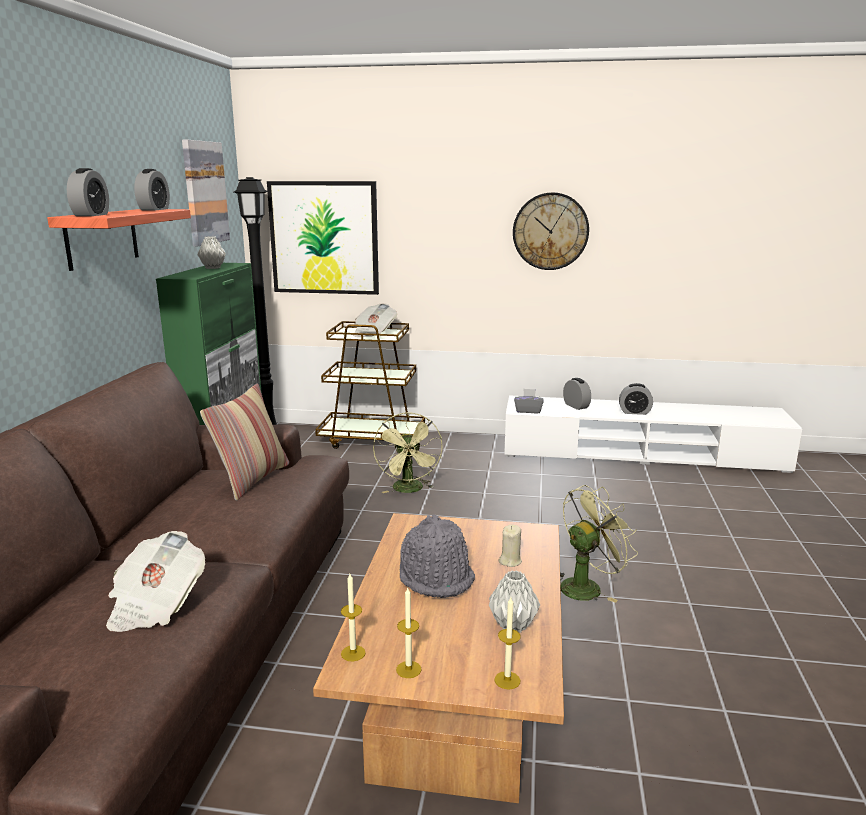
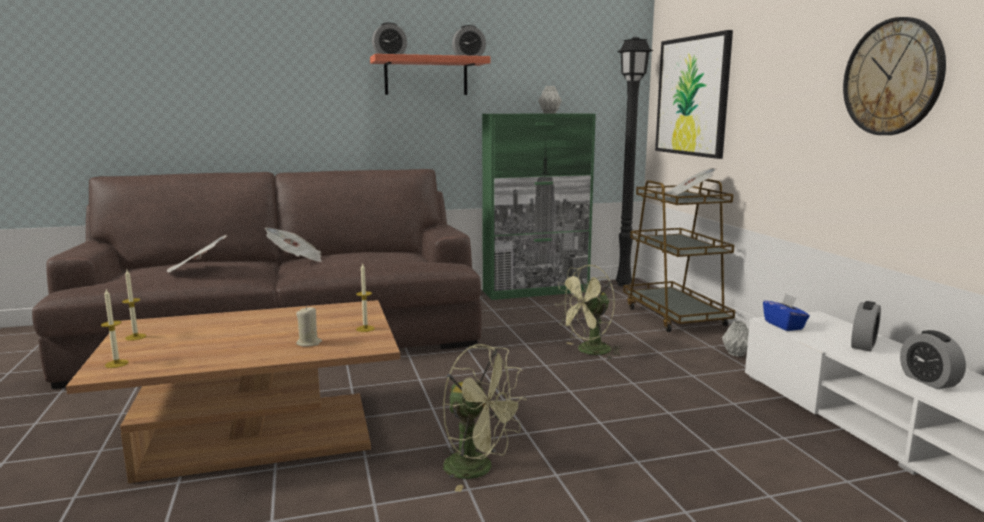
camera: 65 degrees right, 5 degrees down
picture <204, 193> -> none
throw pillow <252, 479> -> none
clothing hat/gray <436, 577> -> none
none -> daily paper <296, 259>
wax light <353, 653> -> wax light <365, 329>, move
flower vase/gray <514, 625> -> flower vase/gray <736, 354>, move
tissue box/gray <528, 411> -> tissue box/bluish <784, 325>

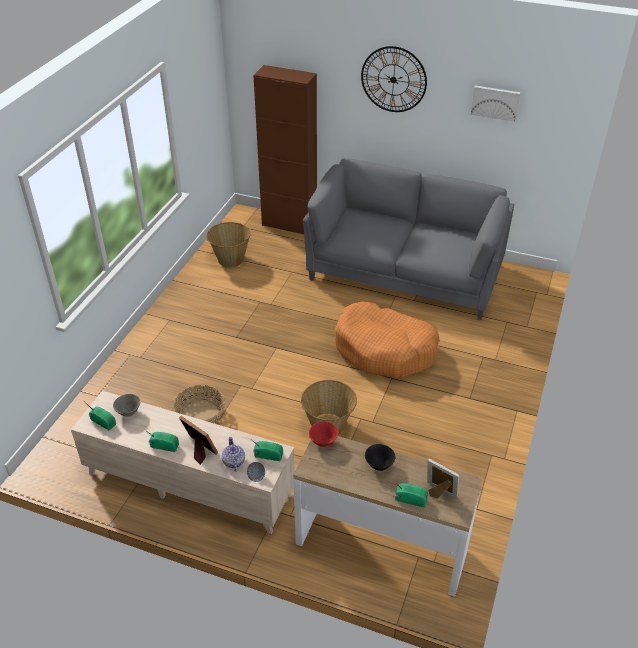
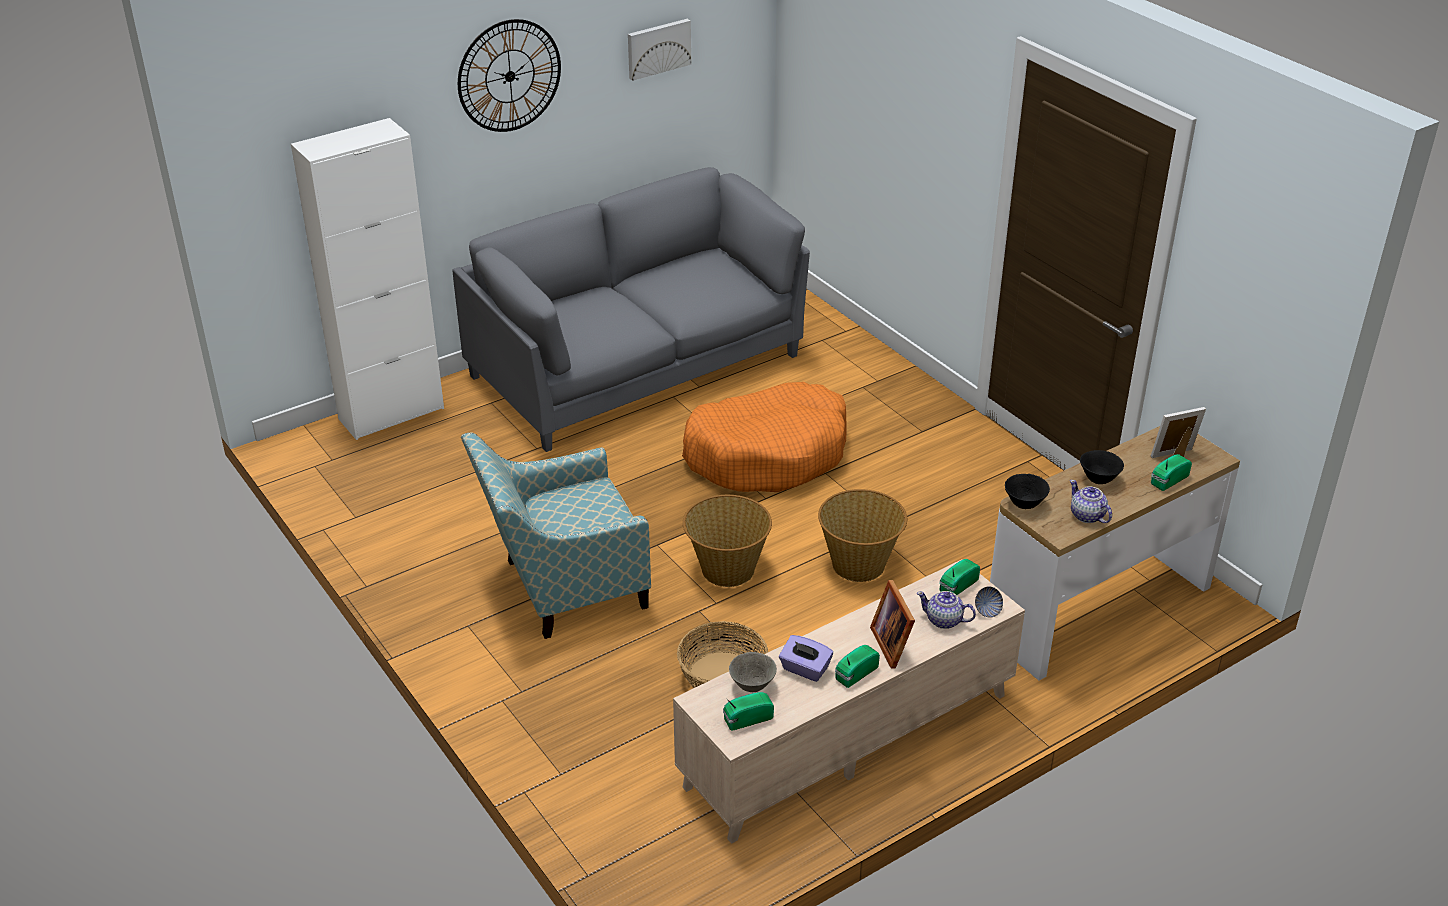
camera: 55 degrees left, 5 degrees down
none -> armchair <562, 588>
none -> tissue box/purplish <805, 669>
none -> tea pot <1087, 516>
storage basket <230, 259> -> storage basket <727, 570>, move
storage cabinet/brown <289, 224> -> storage cabinet/white <391, 414>
deep dish/red-coloured <323, 442> -> deep dish/black-coloured <1024, 504>
standing frame <199, 450> -> standing frame <894, 643>, 90 degrees counterclockwise

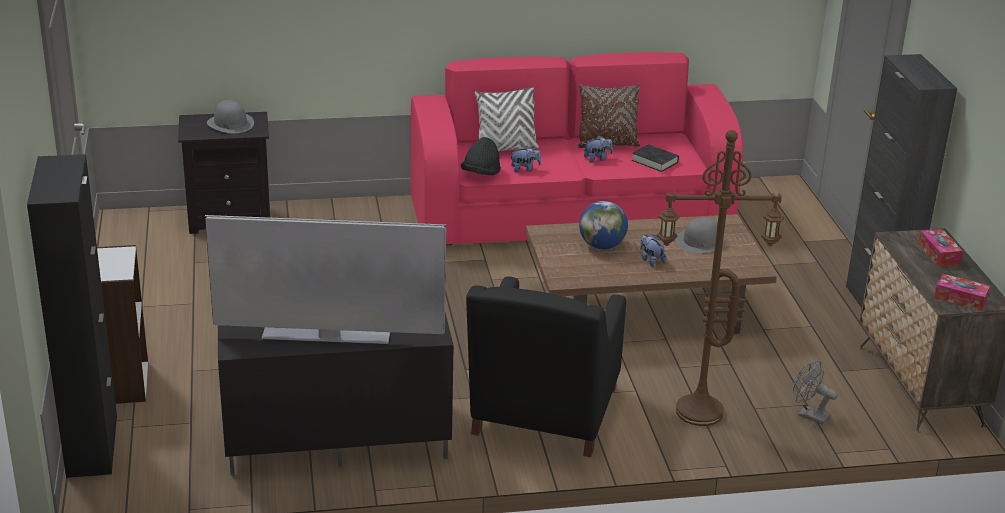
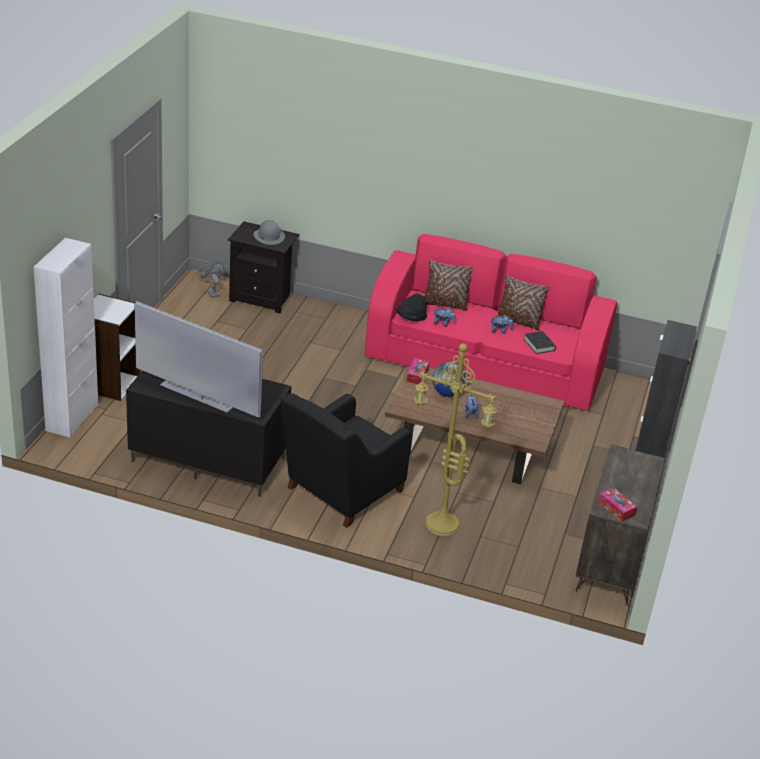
camera: 25 degrees right, 5 degrees up
clothing hat/gray <700, 242> -> none
cooling fan/gray <808, 415> -> cooling fan/gray <211, 292>, move
tissue box <938, 254> -> tissue box <417, 375>, move
storage cabinet/black-coloured <92, 446> -> storage cabinet/white <72, 417>
throw pillow/white <506, 149> -> throw pillow/brown <445, 305>
floor lamp/brown <698, 413> -> floor lamp/yellow-coloured <440, 526>

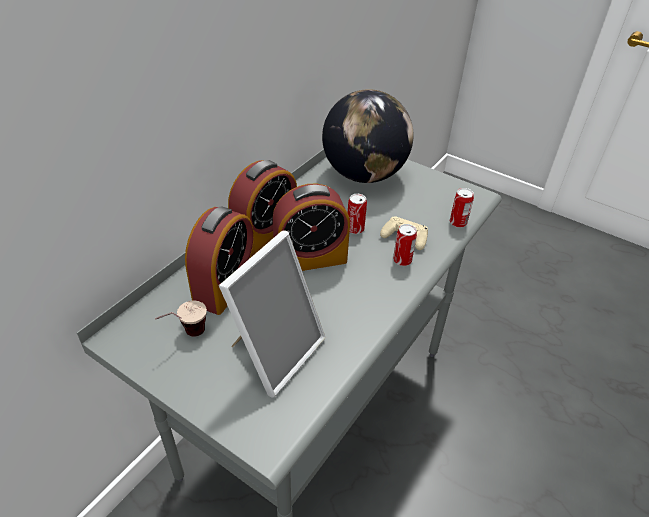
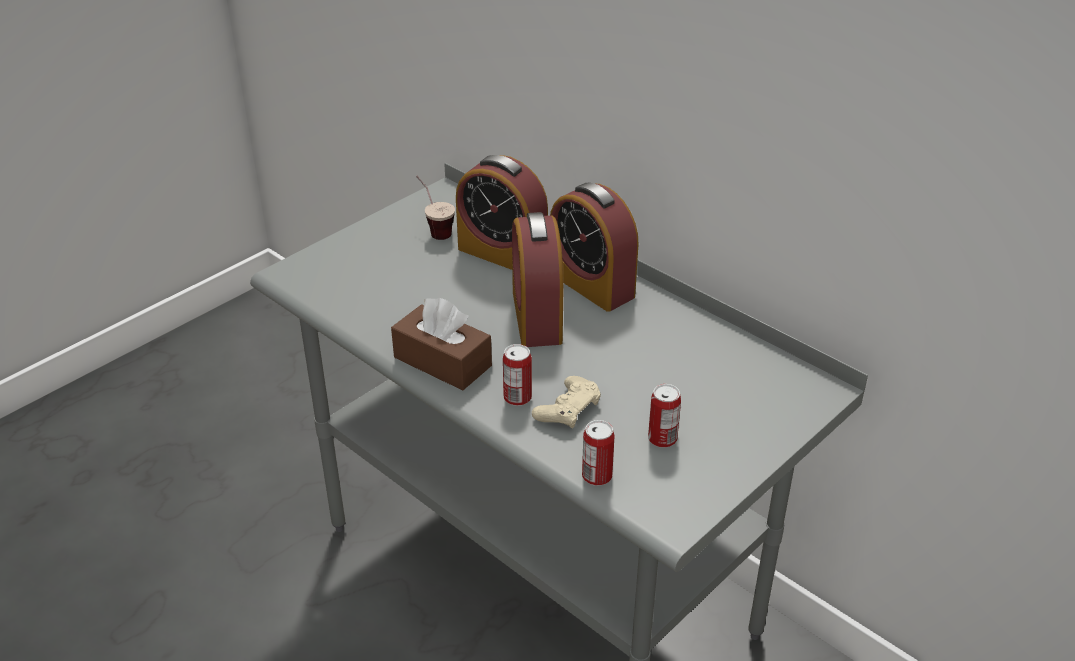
camera: 100 degrees right, 5 degrees down
standing frame <275, 352> -> none
world globe <364, 175> -> none
none -> tissue box/brown <442, 361>
can <355, 229> -> can <662, 439>, move

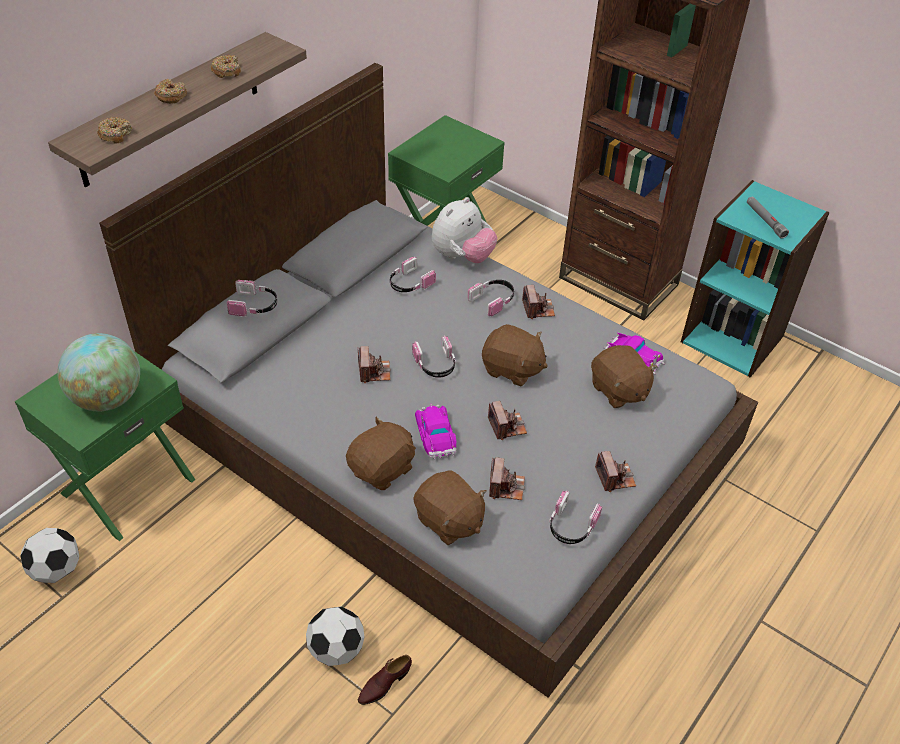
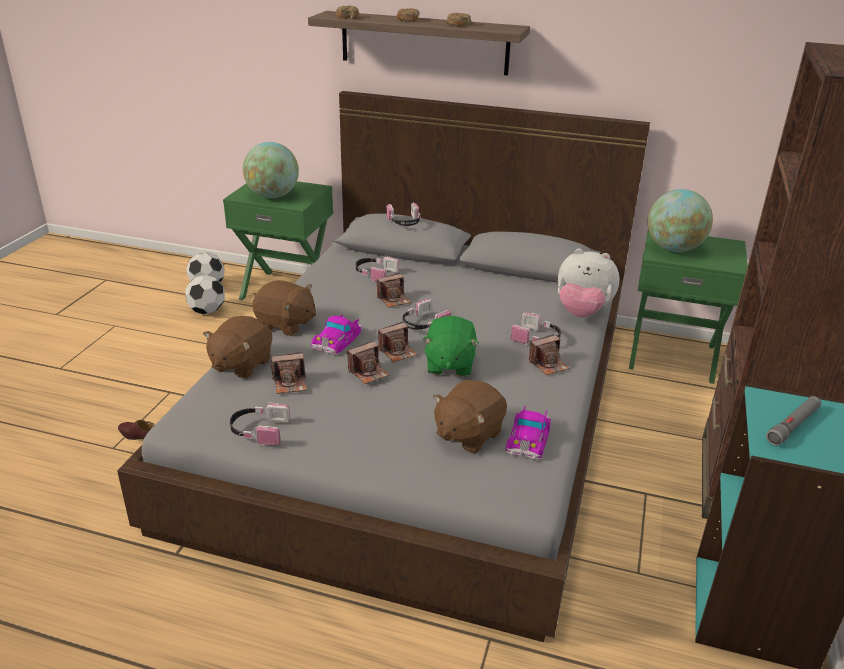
camera: 70 degrees right, 15 degrees down
none -> world globe <673, 249>
football ball <336, 650> -> football ball <207, 311>, move
headset <409, 284> -> headset <374, 274>, move
still camera <615, 477> -> still camera <397, 352>, move
cuddly toy/brown <512, 369> -> cuddly toy/greenish <449, 364>
miniature car <436, 434> -> miniature car <337, 339>, 150 degrees clockwise

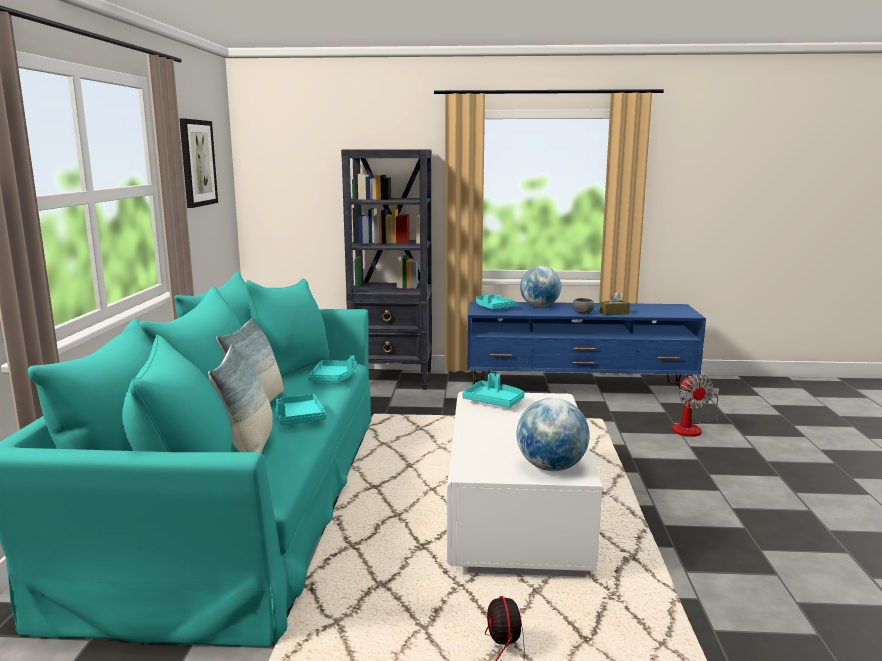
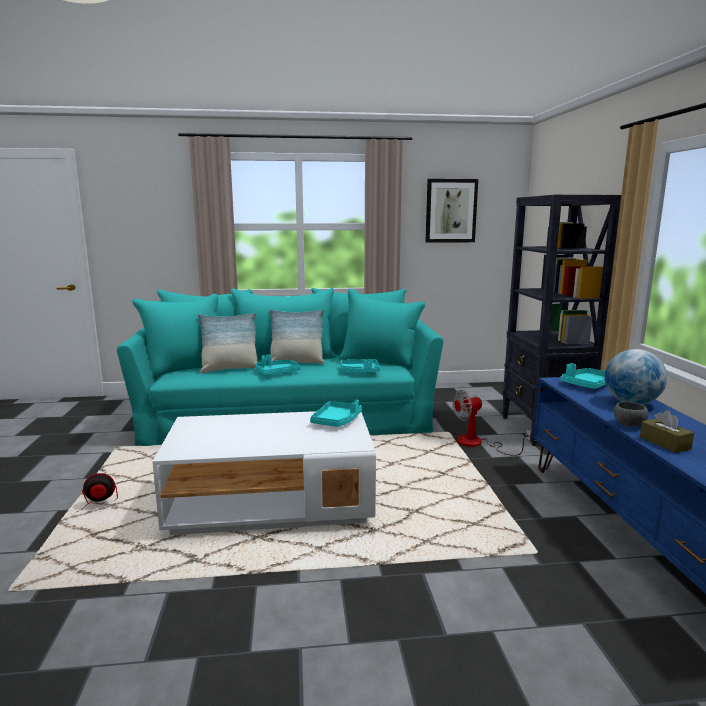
camera: 80 degrees right, 0 degrees up
world globe <551, 467> -> none
cooling fan <692, 428> -> cooling fan <478, 444>, move

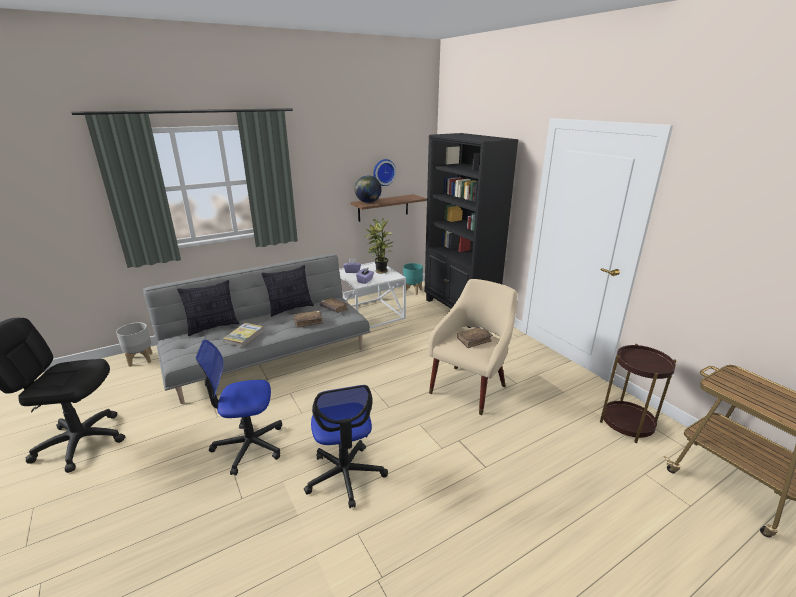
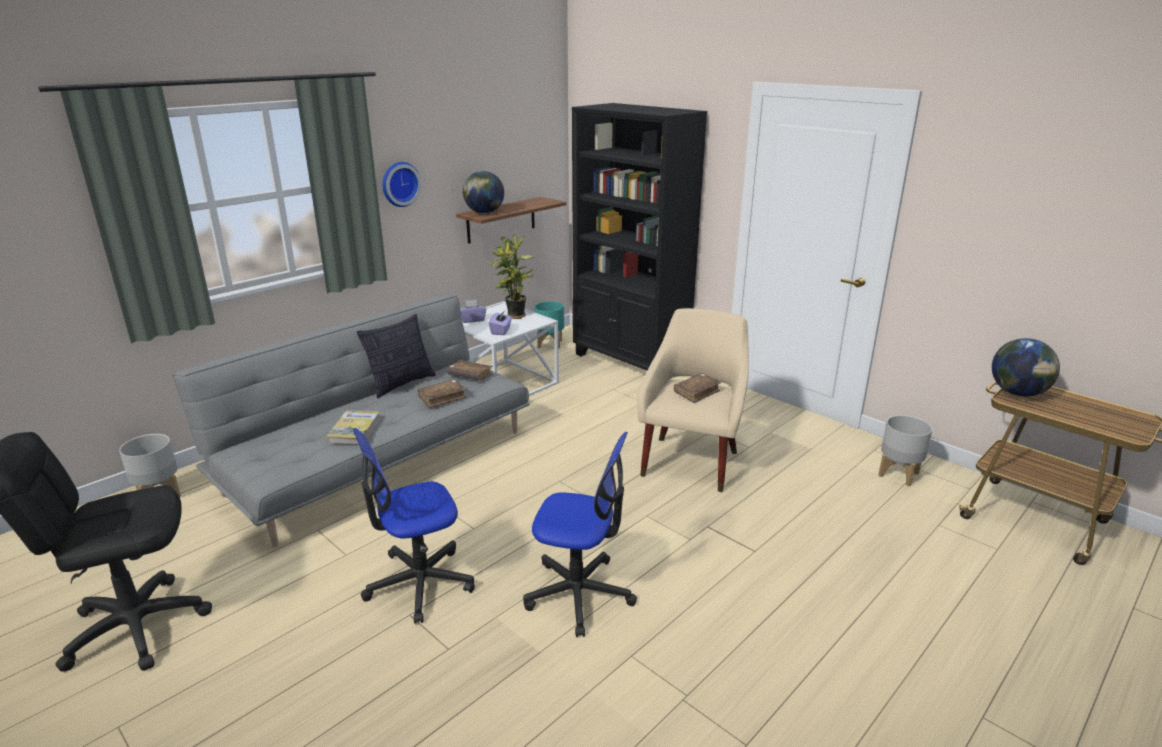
camera: 15 degrees left, 0 degrees up
throw pillow <213, 327> -> none
none -> world globe <1018, 393>
hanging clock <383, 172> -> hanging clock <399, 184>, move
side table/brown <627, 424> -> flower pot/gray <899, 474>
computer chair <345, 475> -> computer chair <579, 594>, 45 degrees counterclockwise

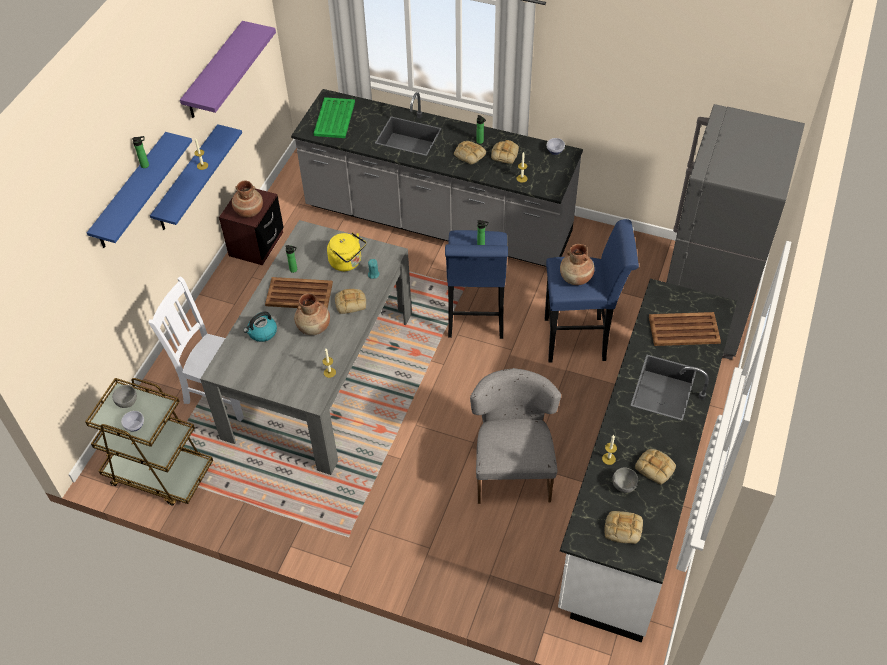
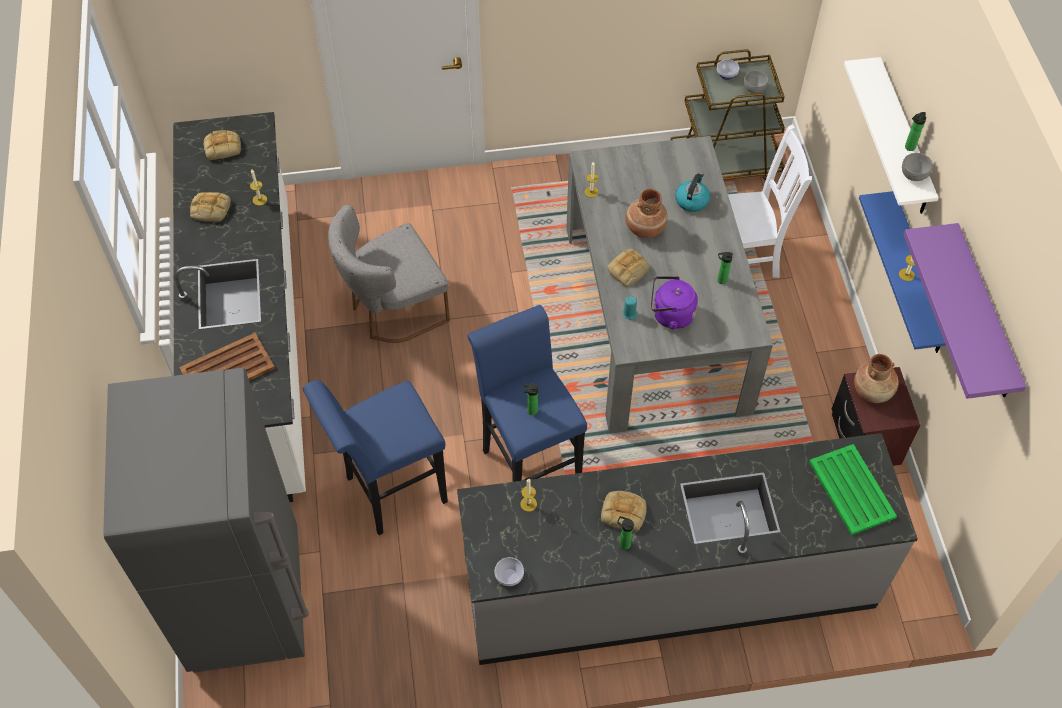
camera: 150 degrees right, 5 degrees up
carrying tray/brown <298, 294> -> none
baked bread <504, 154> -> none
flower vase/brown <576, 278> -> none
deep dish/gray <623, 485> -> deep dish/gray <914, 176>, move
shelf/bluish <131, 192> -> shelf/white <903, 139>
water kettle/yellow-coloured <347, 262> -> water kettle/purplish <670, 315>
upright chair/gray <512, 469> -> upright chair/gray <393, 310>, 90 degrees clockwise

